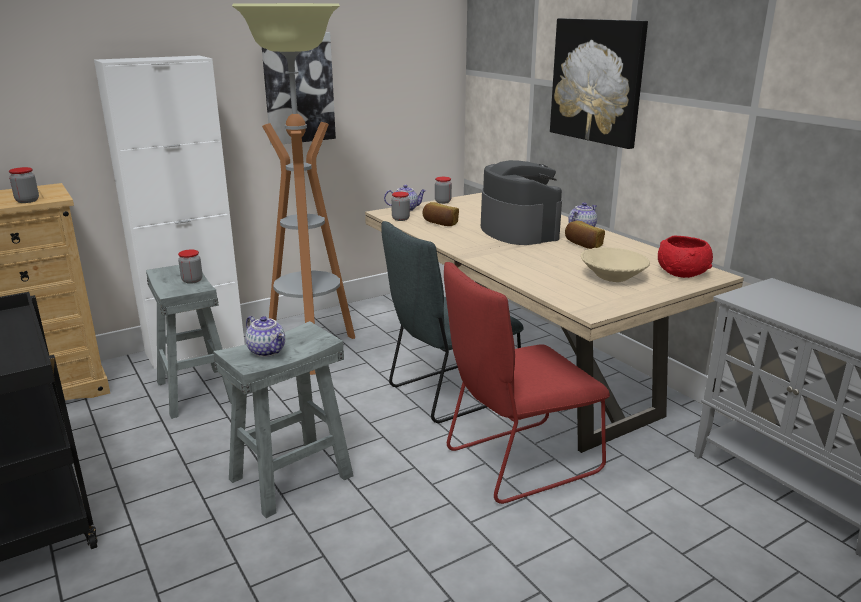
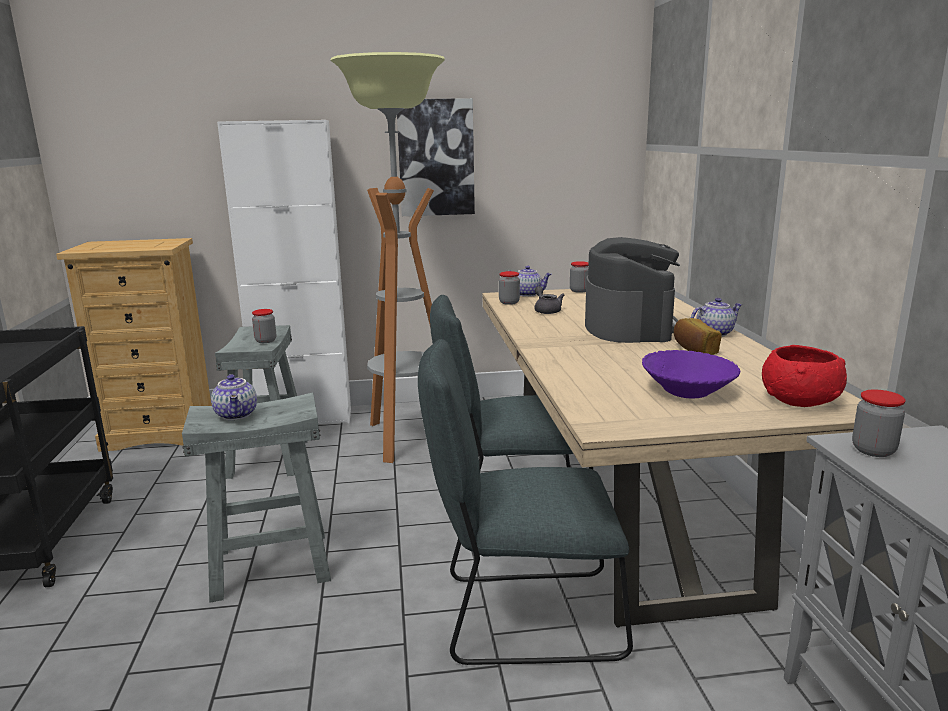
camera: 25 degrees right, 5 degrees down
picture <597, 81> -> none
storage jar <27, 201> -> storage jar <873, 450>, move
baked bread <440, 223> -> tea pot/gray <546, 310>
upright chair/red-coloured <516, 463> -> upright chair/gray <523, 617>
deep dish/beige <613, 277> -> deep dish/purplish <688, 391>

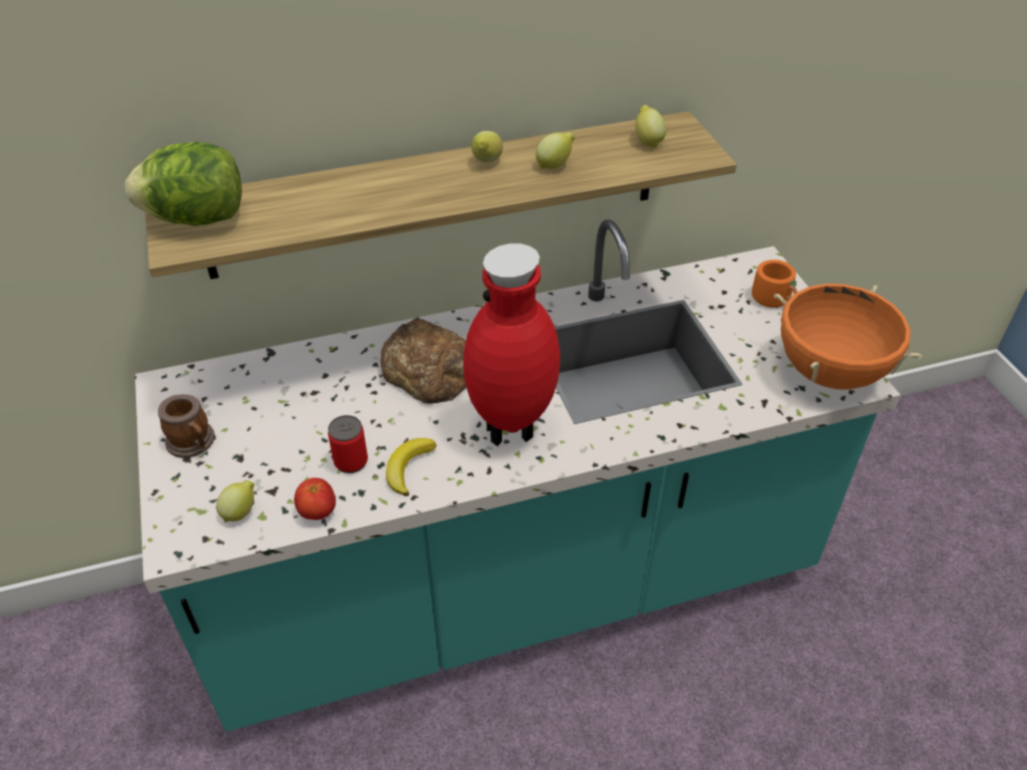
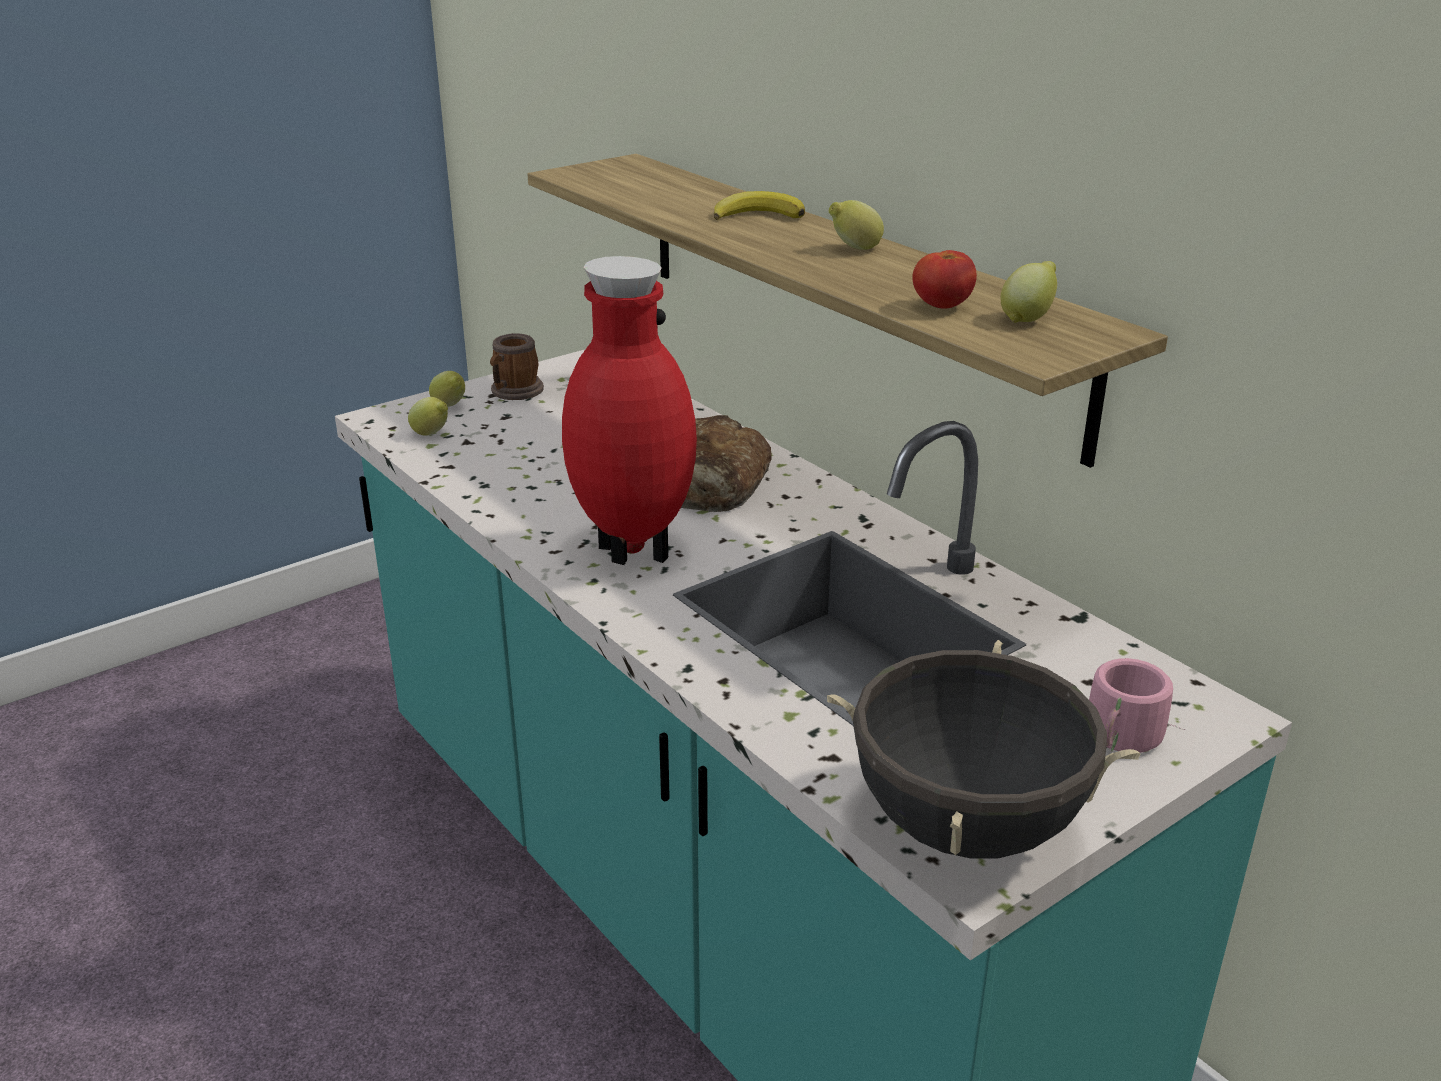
camera: 70 degrees right, 15 degrees down
lettuce <197, 219> -> none
can <351, 461> -> none
whole tomato <317, 512> -> whole tomato <941, 307>, move
banana fruit <408, 468> -> banana fruit <758, 215>, move
whole lemon <554, 165> -> whole lemon <450, 406>, move
coffee mug/orange <775, 299> -> coffee mug/pinkish <1124, 740>
saucepot/orange <829, 372> -> saucepot/black-coloured <966, 826>

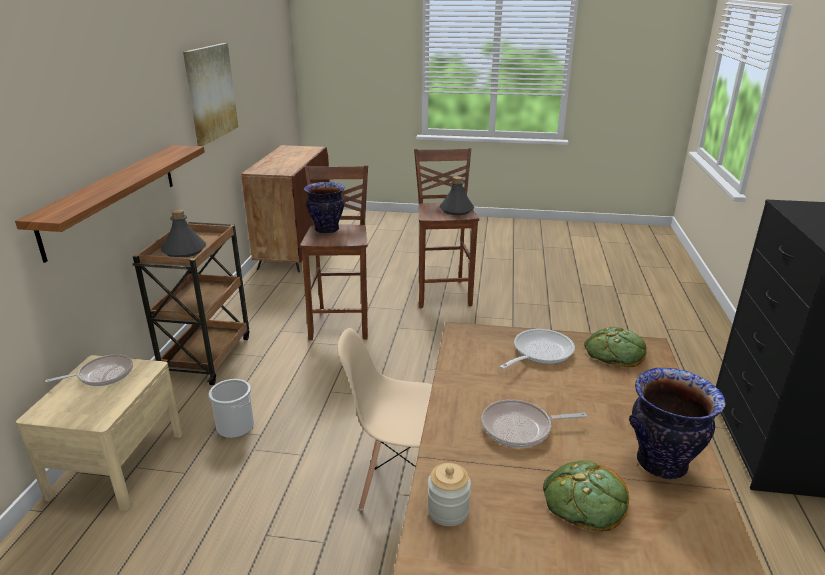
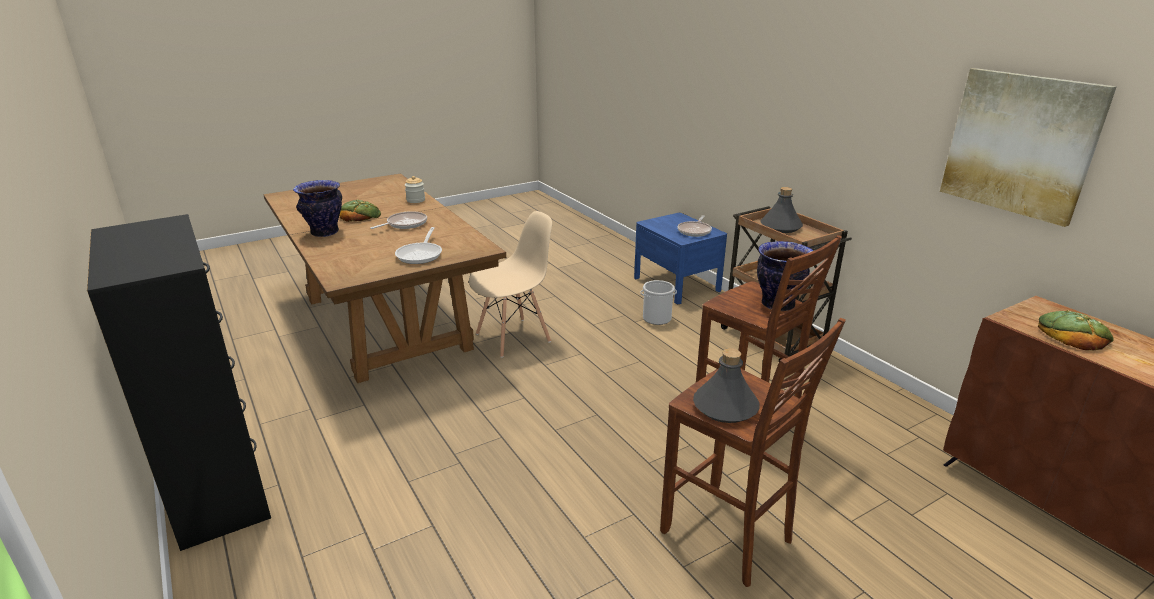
camera: 140 degrees right, 0 degrees up
shelf <112, 197> -> none
baked bread <615, 352> -> baked bread <1072, 335>, move
bedside table/beige <118, 464> -> bedside table/bluish <676, 284>

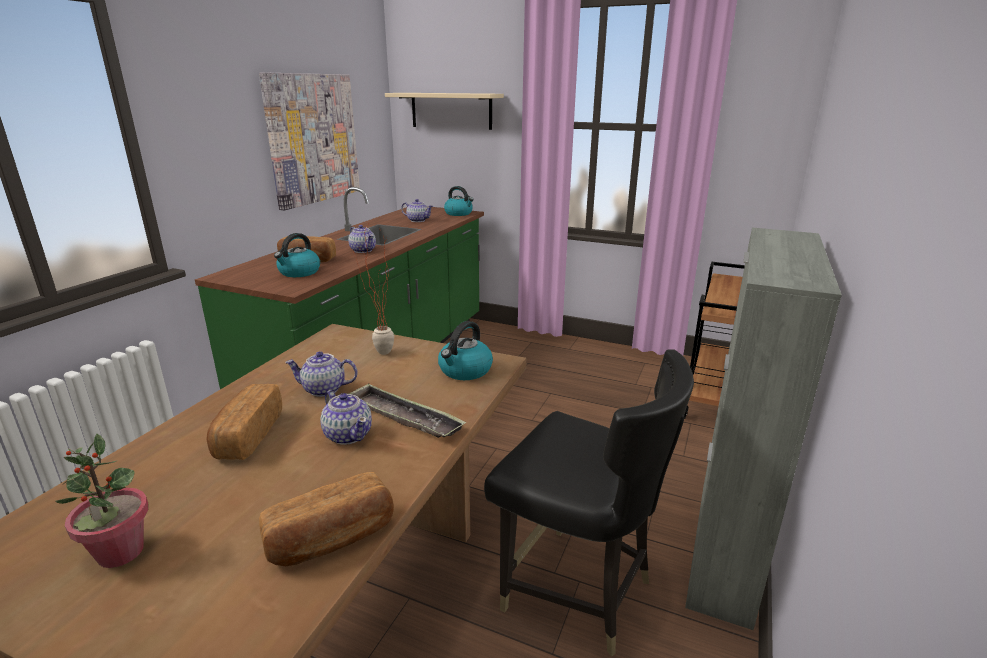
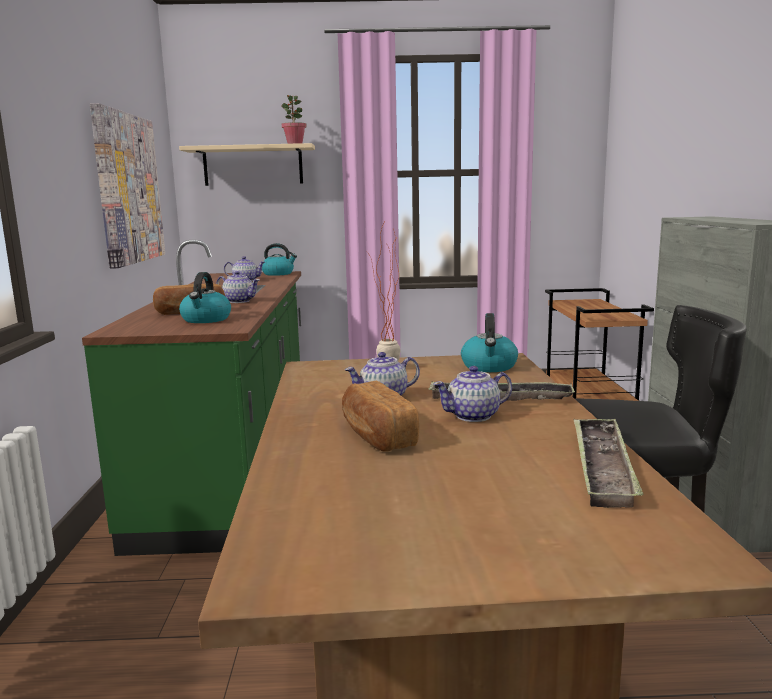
camera: 25 degrees left, 10 degrees down
potted plant <120, 552> -> potted plant <295, 144>, move
baked bread <332, 539> -> carrying tray <602, 467>
tea pot <348, 435> -> tea pot <474, 416>, 135 degrees clockwise

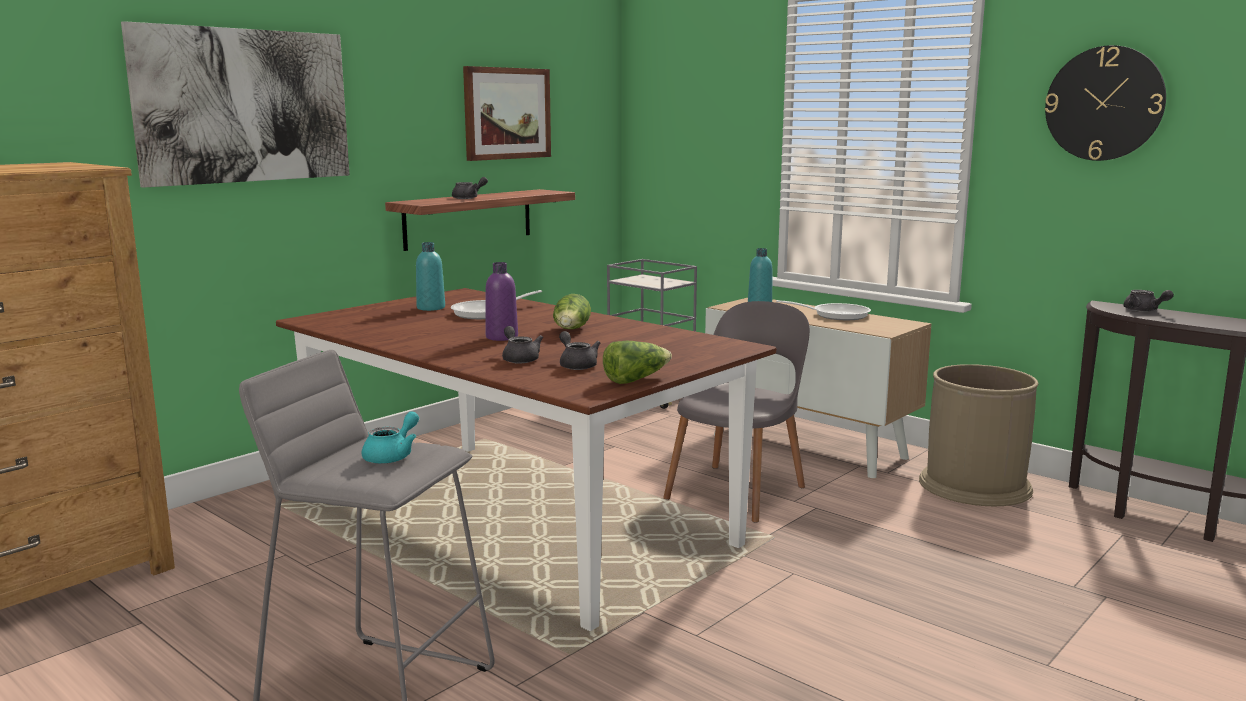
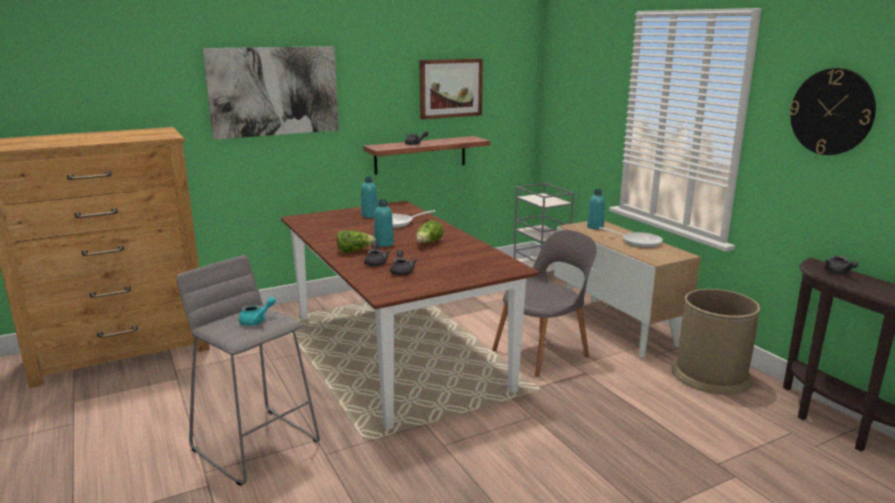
camera: 20 degrees right, 5 degrees up
lettuce <635, 379> -> lettuce <354, 251>, move
beverage bottle/purplish <502, 337> -> beverage bottle/blue-green <384, 244>

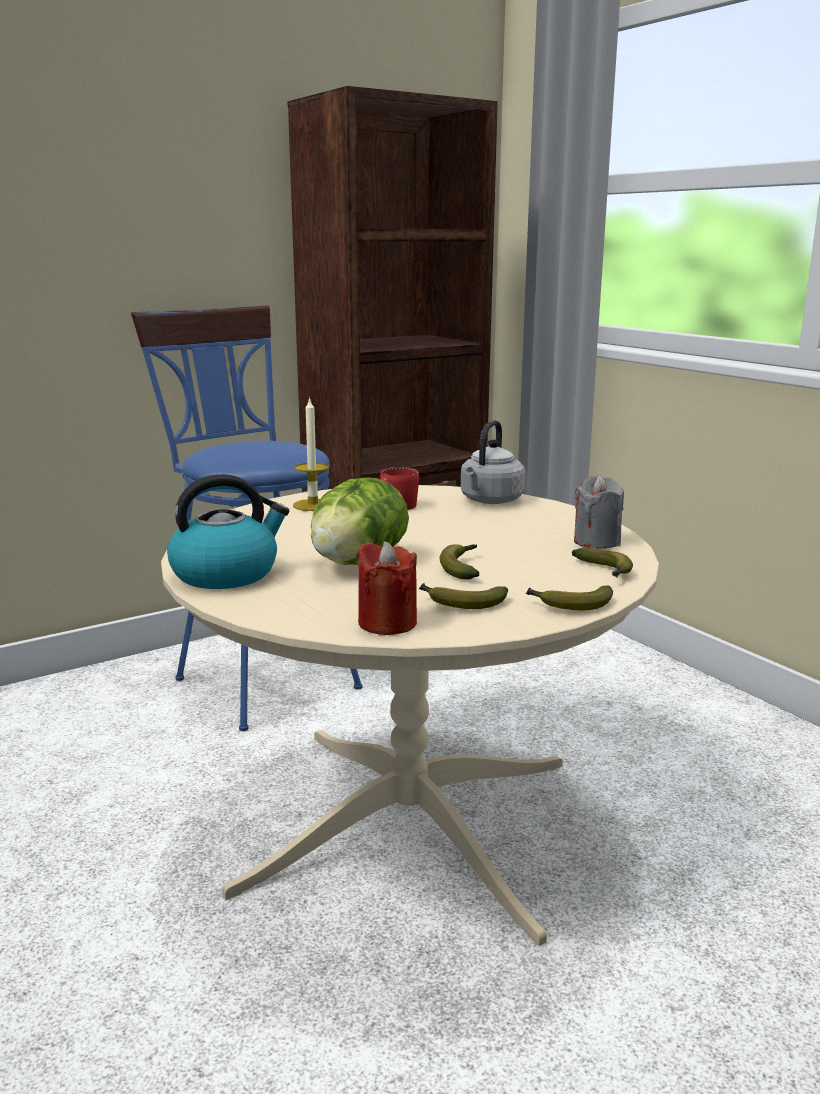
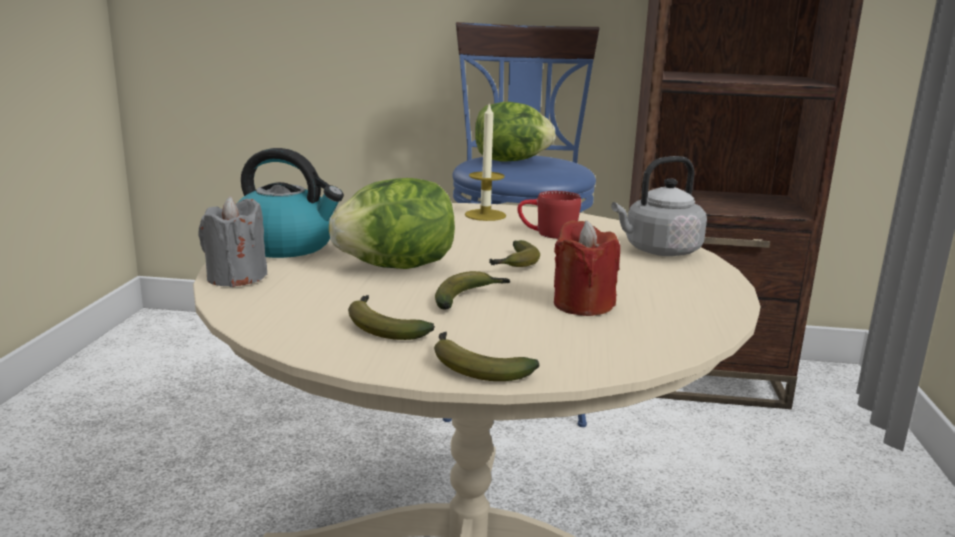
camera: 40 degrees right, 0 degrees up
none -> lettuce <510, 161>
wax light/red-coloured <387, 623> -> wax light/red-coloured <582, 305>, move
banana fruit <605, 572> -> banana fruit <514, 264>, move
wax light/gray <596, 542> -> wax light/gray <236, 278>, move

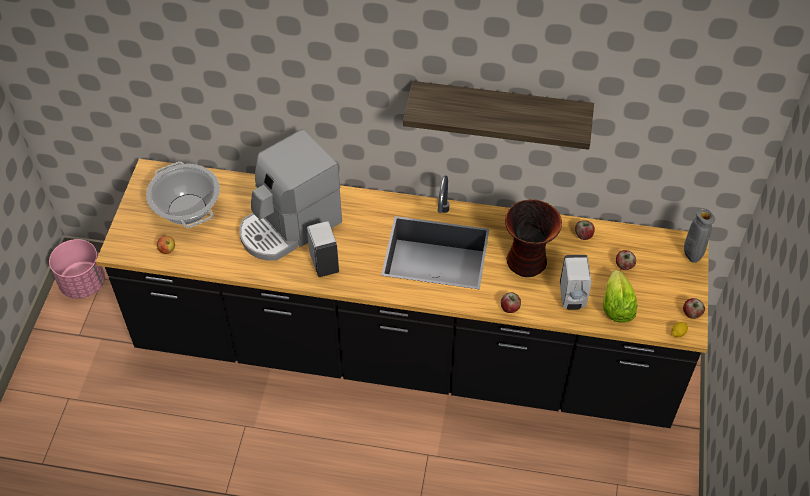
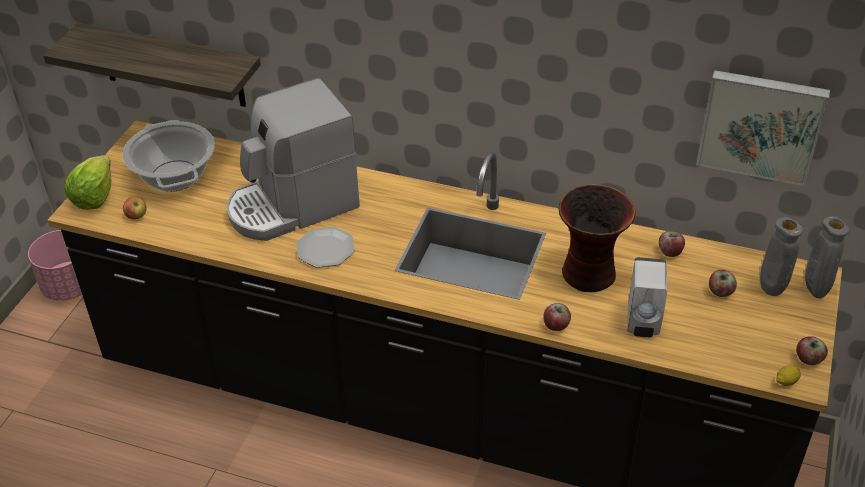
camera: 10 degrees right, 10 degrees down
none -> picture <761, 125>
none -> flower vase/gray <771, 290>
shelf <500, 111> -> shelf <172, 66>, move
lettuce <616, 306> -> lettuce <94, 196>, move
soap bottle/white <324, 263> -> flat dish <325, 249>

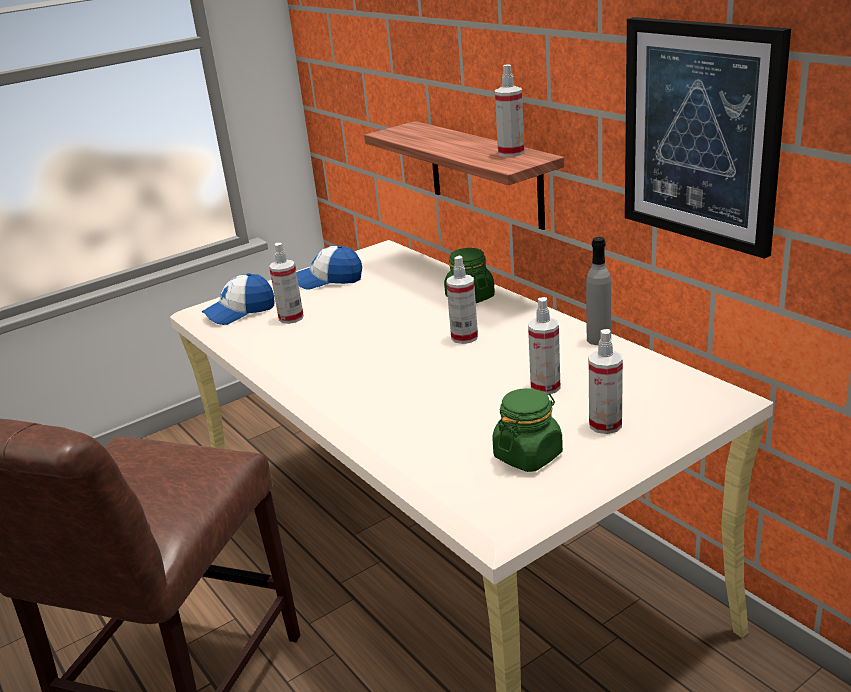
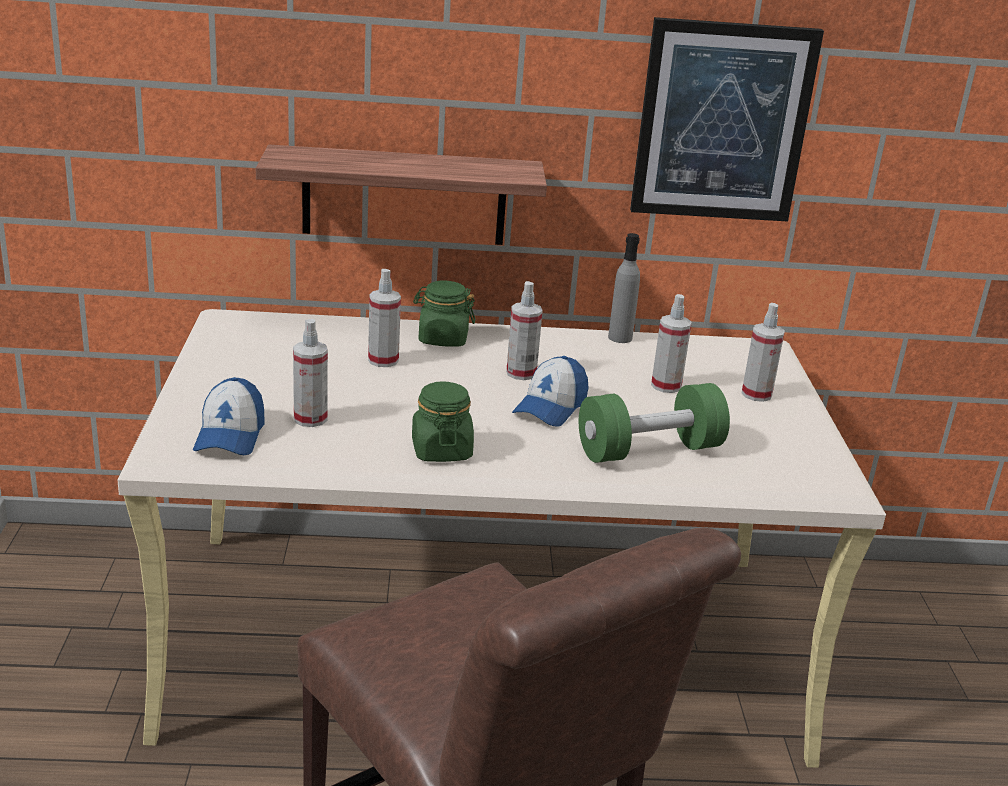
camera: 60 degrees left, 0 degrees up
none -> hand weight/greenish <649, 450>
cap <329, 280> -> cap <550, 407>, move
storage jar/greenish <528, 455> -> storage jar/greenish <441, 450>, move
sprayer <511, 153> -> sprayer <383, 360>, move

